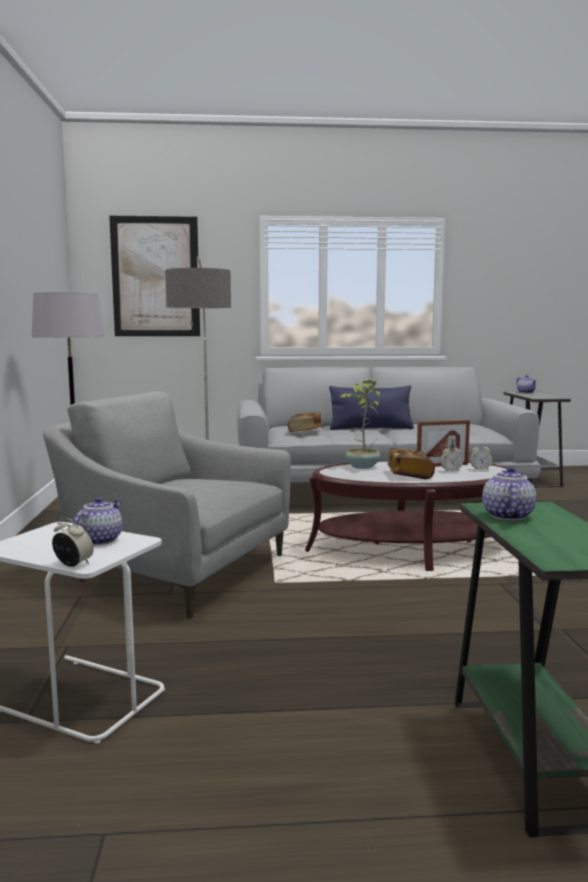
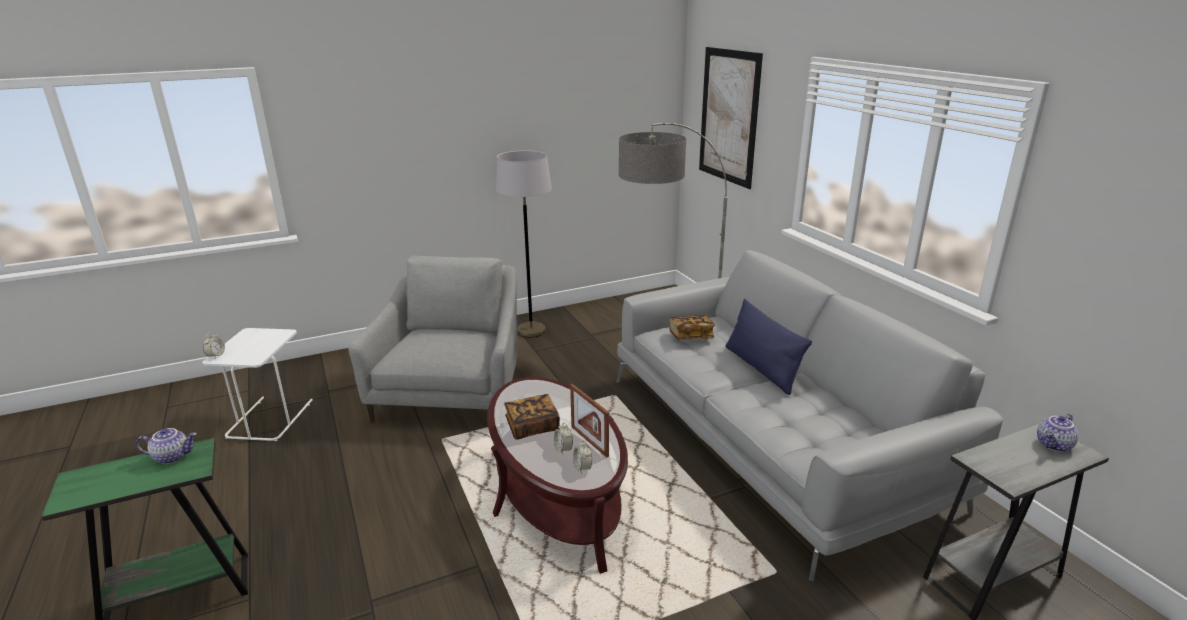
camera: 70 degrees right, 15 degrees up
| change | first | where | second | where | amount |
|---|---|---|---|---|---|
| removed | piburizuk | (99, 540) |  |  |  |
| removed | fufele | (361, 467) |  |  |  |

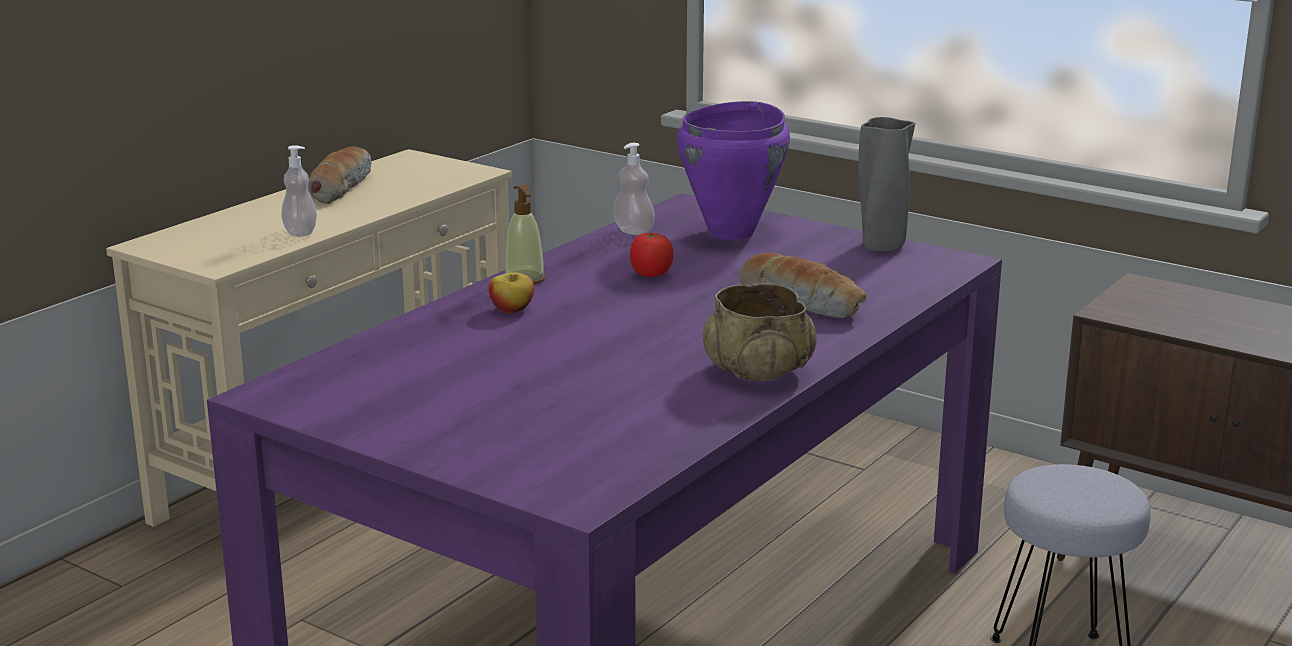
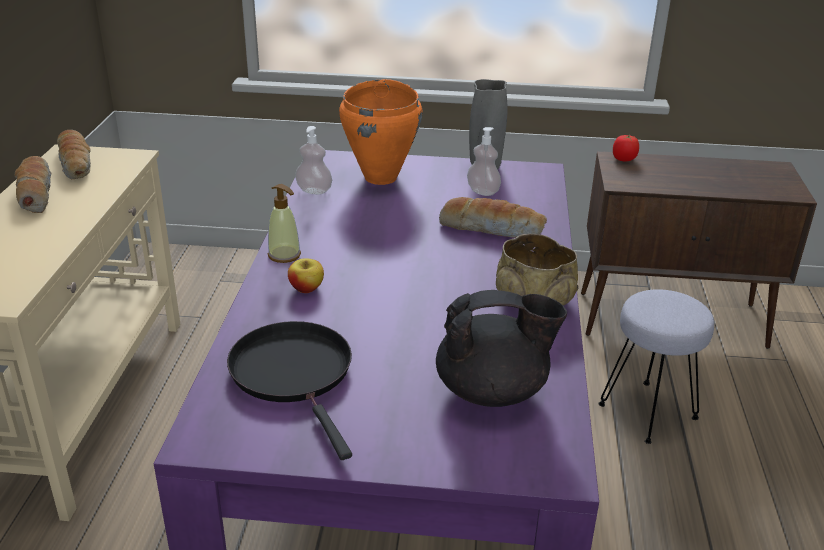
camera: 30 degrees left, 10 degrees up
| change | first | where | second | where | amount |
|---|---|---|---|---|---|
| added |  |  | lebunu | (76, 164) |  |
| added |  |  | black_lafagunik | (294, 374) |  |
| added |  |  | black_piburizuk | (493, 391) |  |
| moved | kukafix | (300, 232) |  | (483, 191) |  |
| moved | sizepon | (651, 274) |  | (624, 159) |  |
| recoloured | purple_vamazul | (732, 232) | orange_vamazul | (381, 177) |  |

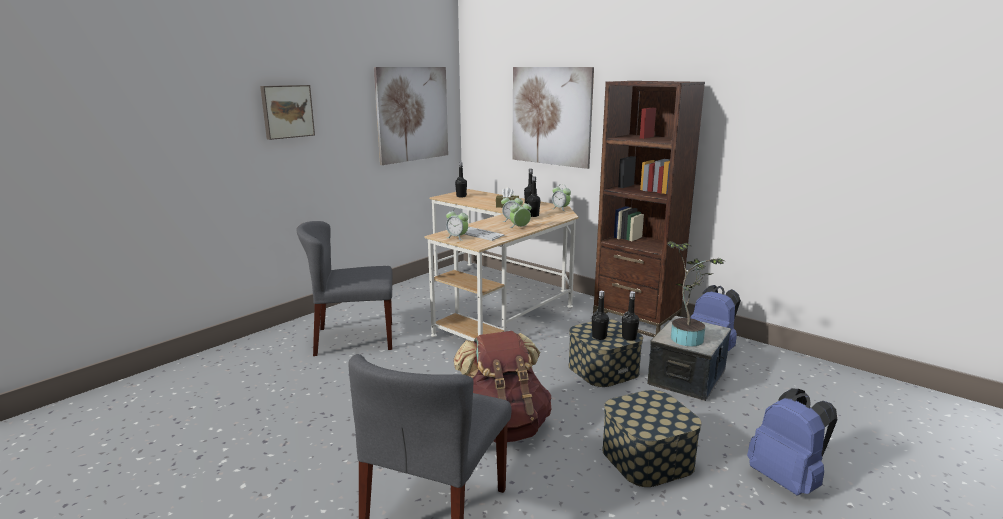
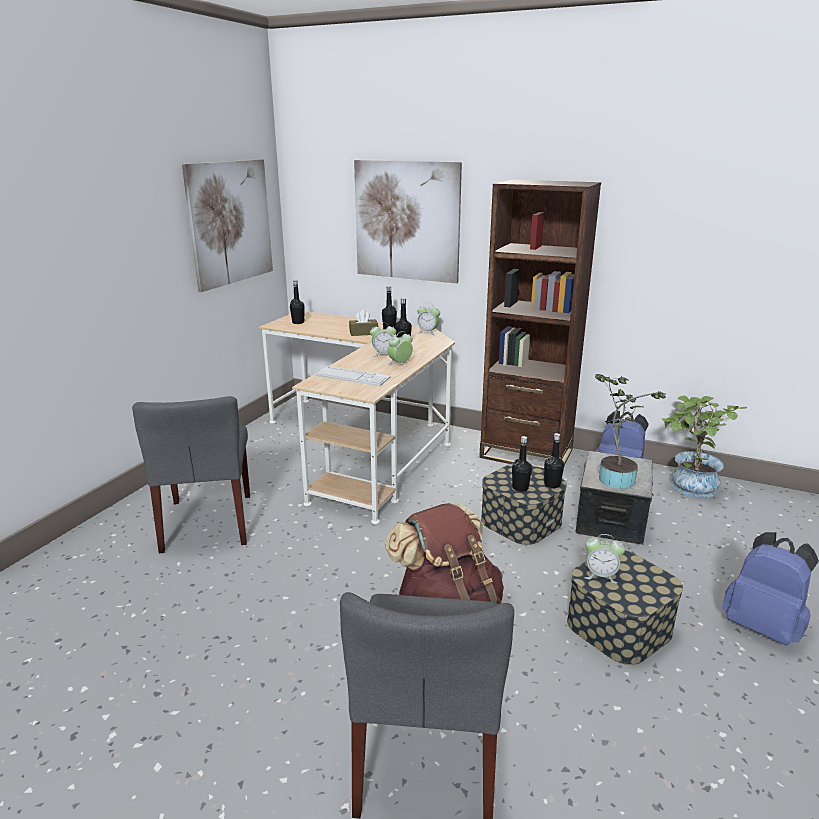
camera: 15 degrees left, 5 degrees up
| change | first | where | second | where | amount |
|---|---|---|---|---|---|
| removed | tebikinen | (287, 111) |  |  |  |
| added |  |  | fufele | (688, 488) |  |
| moved | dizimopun | (457, 237) |  | (600, 575) |  |
| turned | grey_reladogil | (354, 339) |  | (208, 522) | 75 degrees counterclockwise |

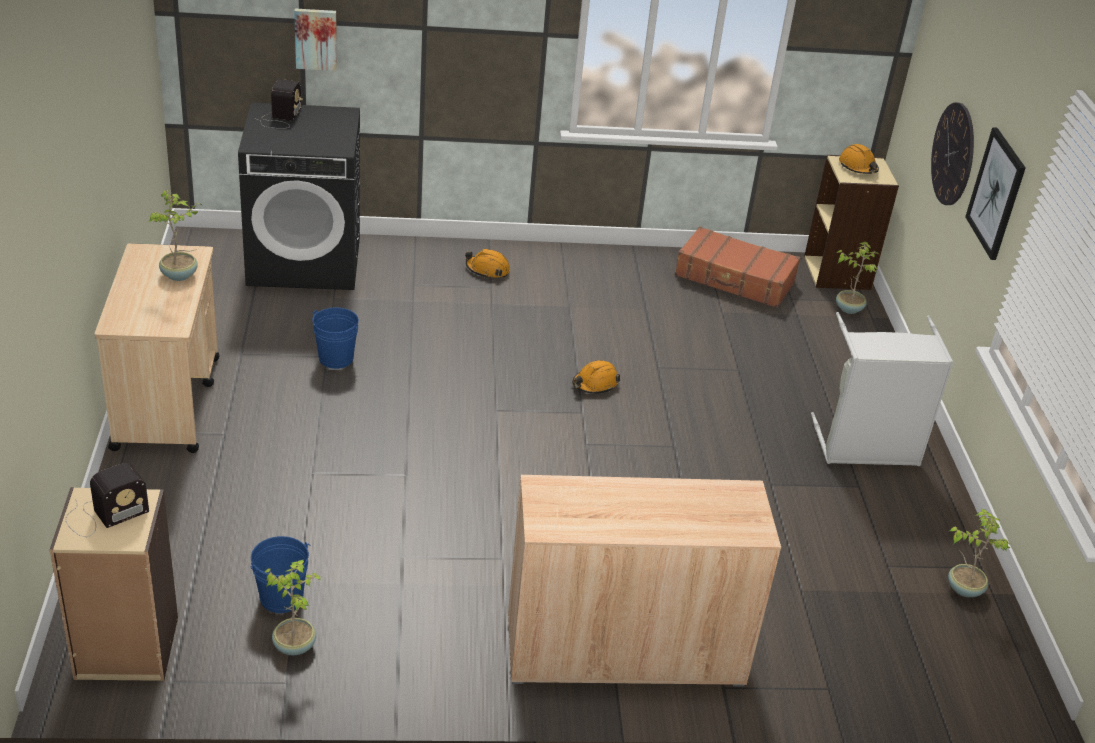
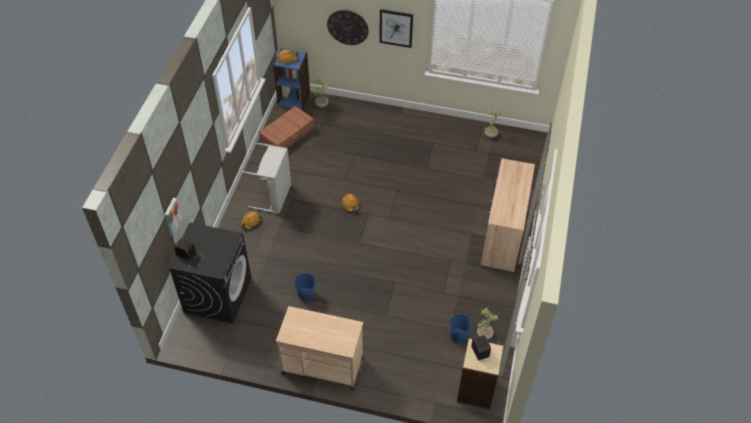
camera: 70 degrees left, 15 degrees up
| change | first | where | second | where | amount |
|---|---|---|---|---|---|
| removed | fufele | (180, 275) |  |  |  |
| moved | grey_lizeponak | (867, 448) |  | (275, 197) |  |
| recoloured | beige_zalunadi | (838, 273) | blue_zalunadi | (294, 98) |  |

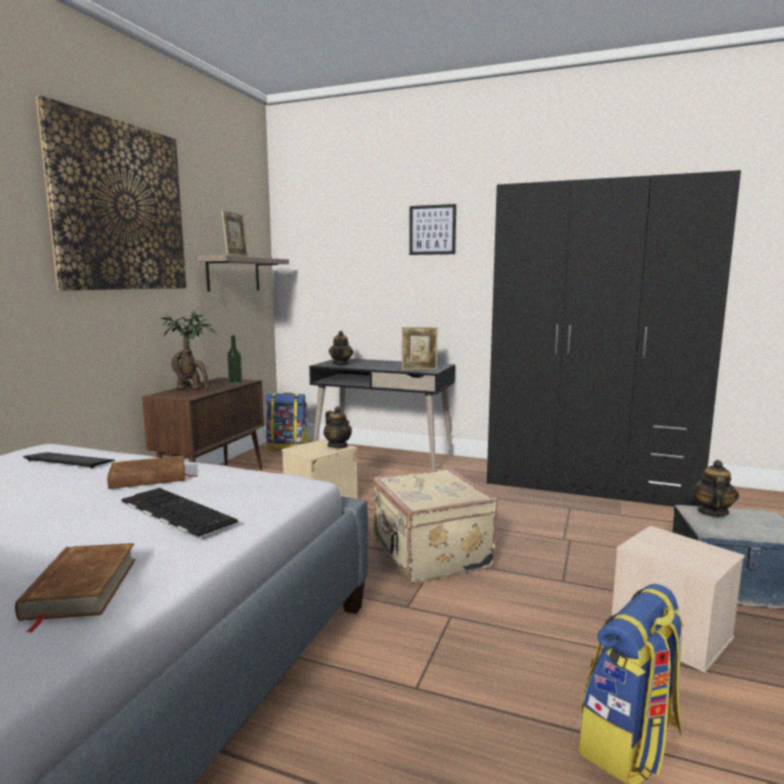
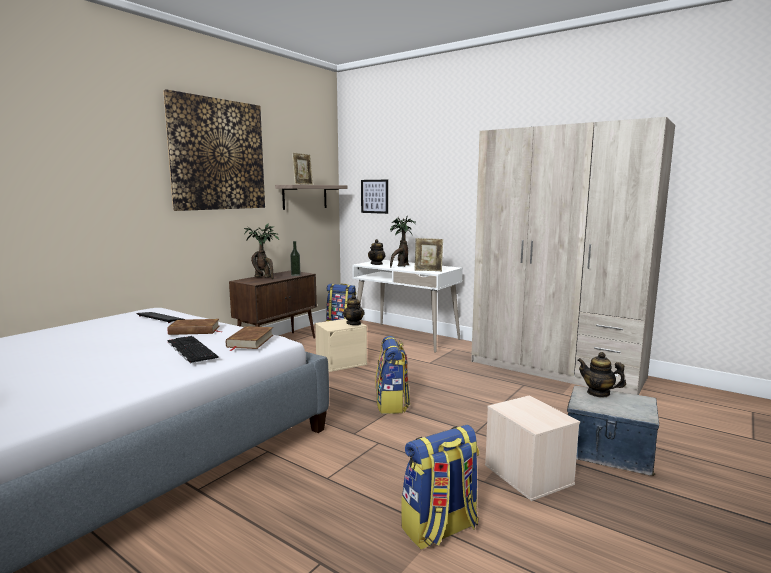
camera: 15 degrees right, 0 degrees up
| change | first | where | second | where | amount |
|---|---|---|---|---|---|
| added |  |  | fufele | (401, 266) |  |
| moved | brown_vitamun | (81, 588) |  | (250, 341) |  |
| moved | tebikinen | (432, 230) |  | (374, 196) |  |
| replaced | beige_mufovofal | (429, 554) | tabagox | (392, 404) |  |
| recoloured | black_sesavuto | (383, 458) | white_sesavuto | (406, 337) |  |
| recoloured | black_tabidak | (590, 484) | beige_tabidak | (556, 369) |  |
| turned | piburizuk | (712, 512) |  | (598, 393) | 90 degrees counterclockwise |

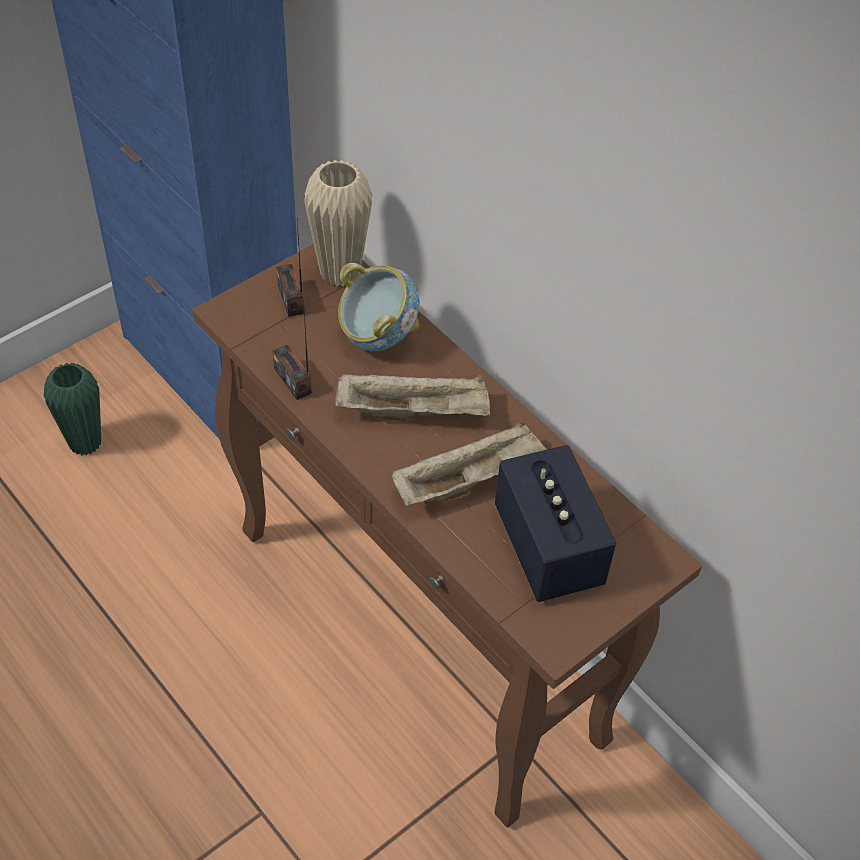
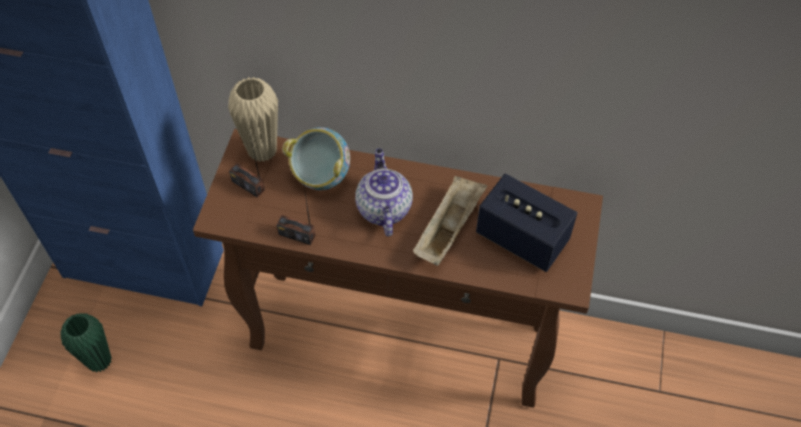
camera: 35 degrees left, 5 degrees up
| change | first | where | second | where | amount |
|---|---|---|---|---|---|
| replaced | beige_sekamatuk | (415, 412) | piburizuk | (383, 208) |  |

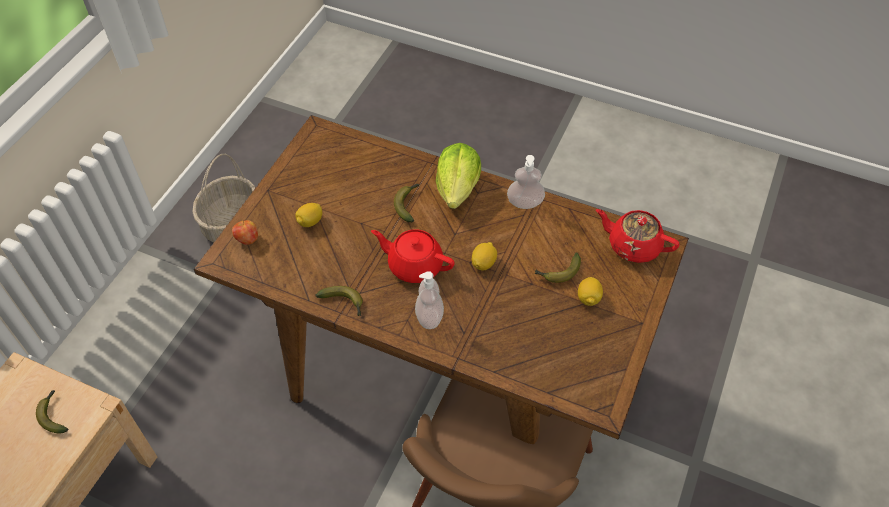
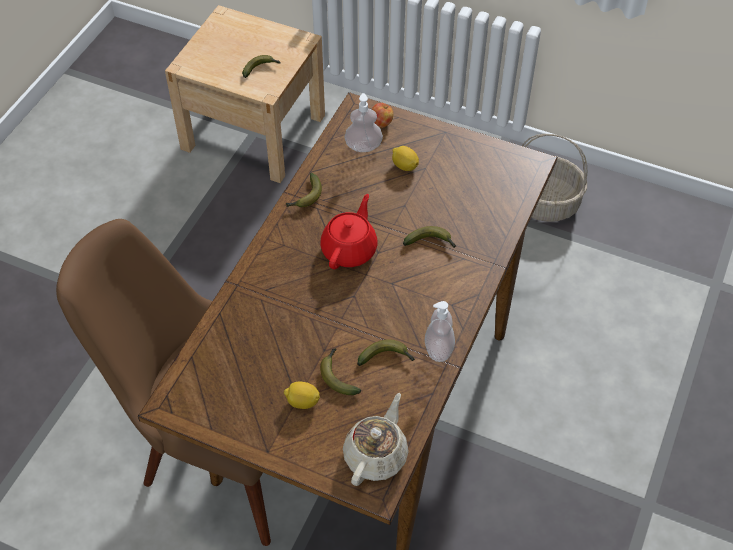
camera: 90 degrees right, 0 degrees up
| change | first | where | second | where | amount |
|---|---|---|---|---|---|
| removed | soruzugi | (458, 189) |  |  |  |
| removed | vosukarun | (483, 263) |  |  |  |
| added |  |  | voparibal | (387, 357) |  |
| moved | kukafix | (429, 317) |  | (363, 146) |  |
| recoloured | red_piburizuk | (633, 246) | beige_piburizuk | (376, 455) |  |

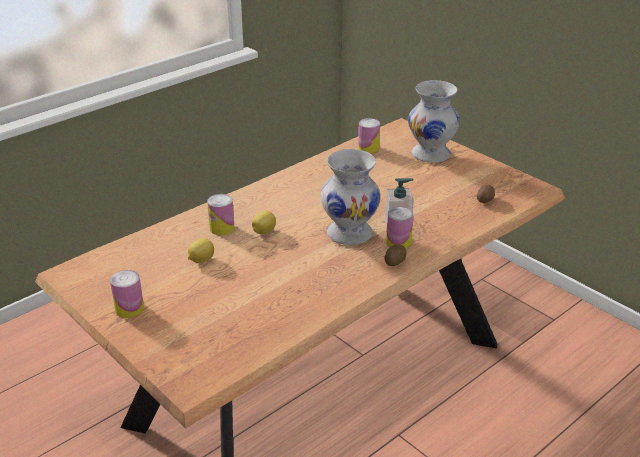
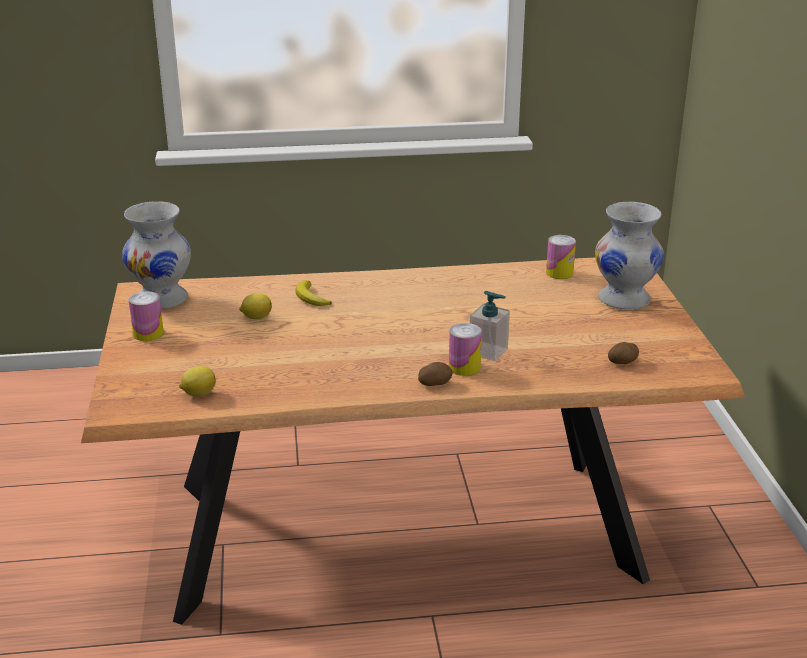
camera: 35 degrees right, 5 degrees down
| change | first | where | second | where | amount |
|---|---|---|---|---|---|
| moved | vosukarun | (263, 232) |  | (198, 394) |  |
| moved | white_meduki | (350, 233) |  | (163, 299) |  |
| replaced | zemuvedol | (222, 228) | voparibal | (310, 298) |  |

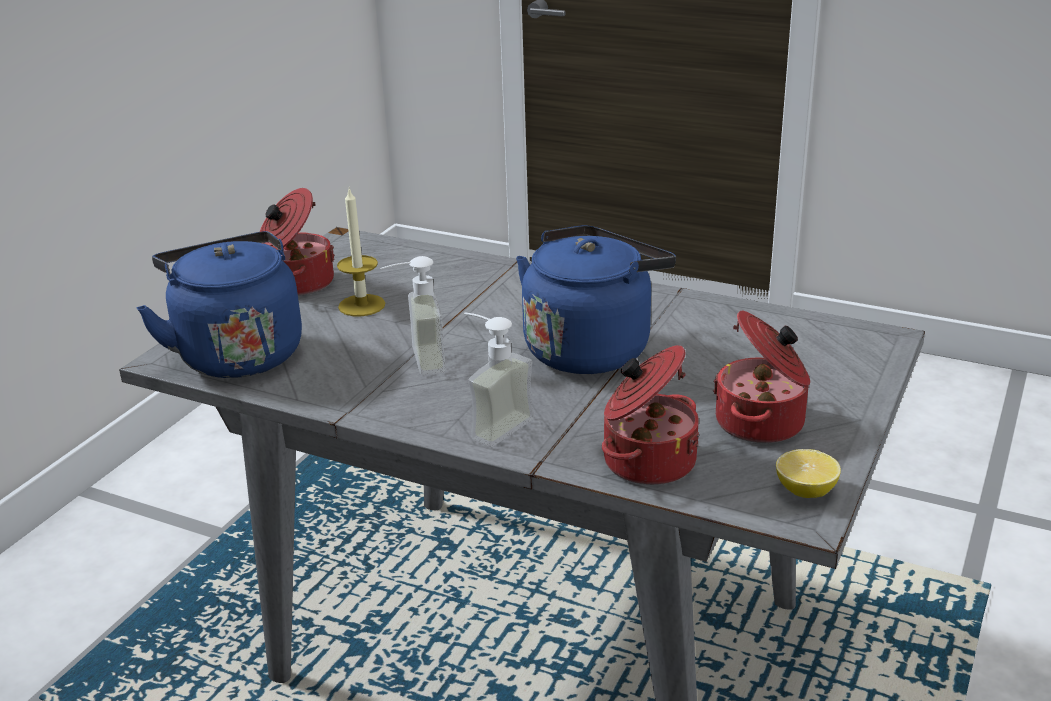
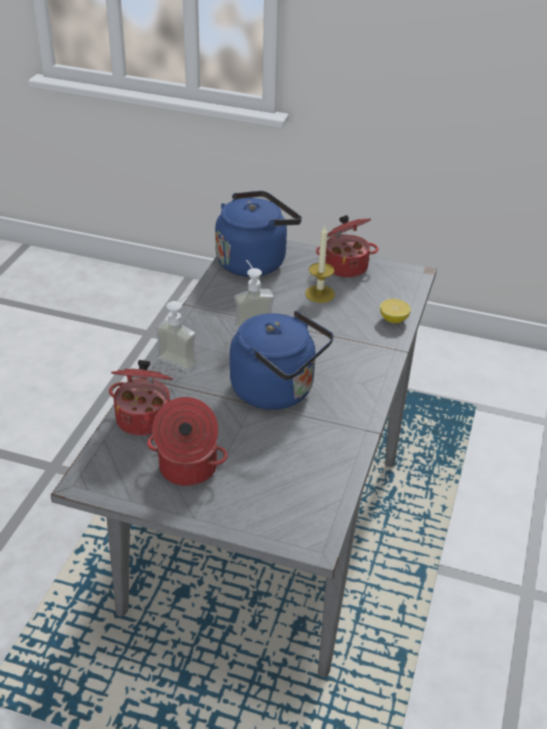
camera: 80 degrees right, 10 degrees up
| change | first | where | second | where | amount |
|---|---|---|---|---|---|
| moved | vosukarun | (805, 491) |  | (393, 319) |  |

